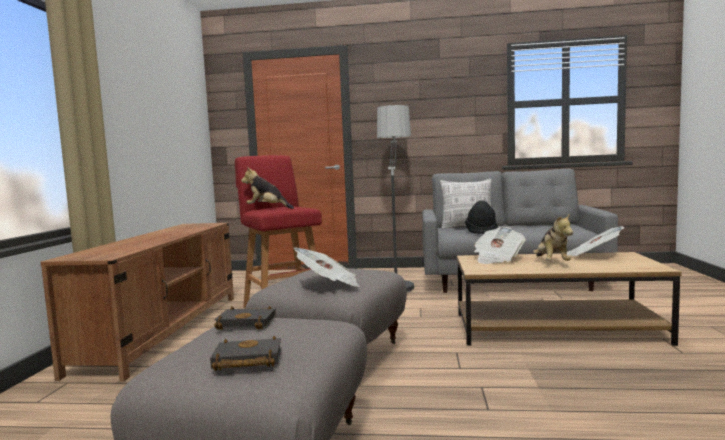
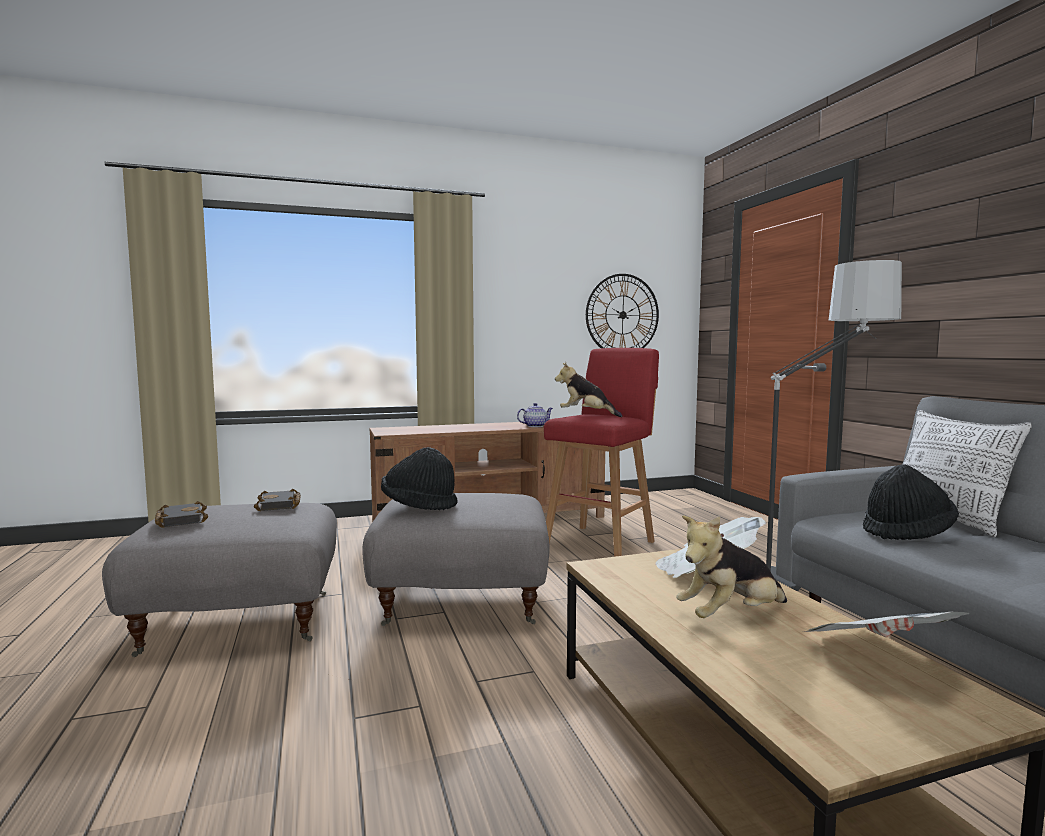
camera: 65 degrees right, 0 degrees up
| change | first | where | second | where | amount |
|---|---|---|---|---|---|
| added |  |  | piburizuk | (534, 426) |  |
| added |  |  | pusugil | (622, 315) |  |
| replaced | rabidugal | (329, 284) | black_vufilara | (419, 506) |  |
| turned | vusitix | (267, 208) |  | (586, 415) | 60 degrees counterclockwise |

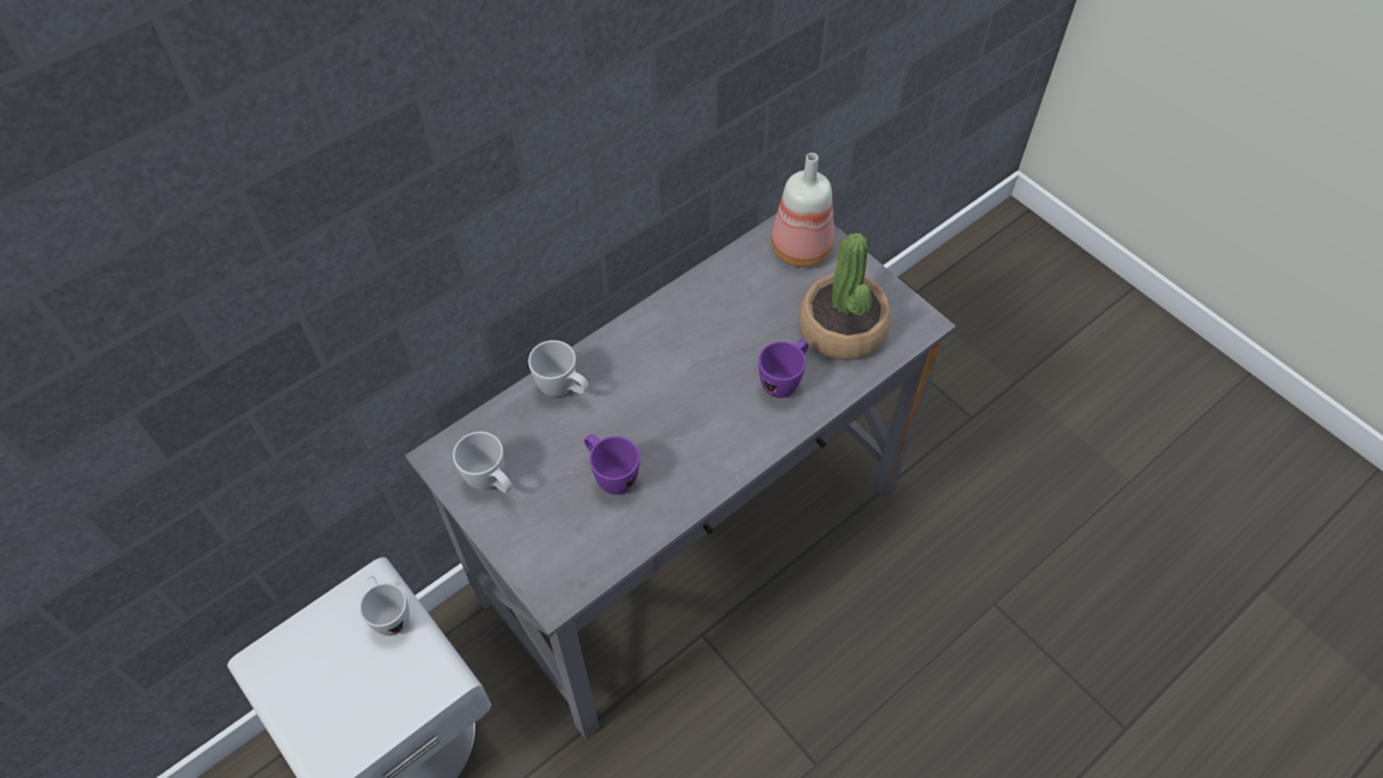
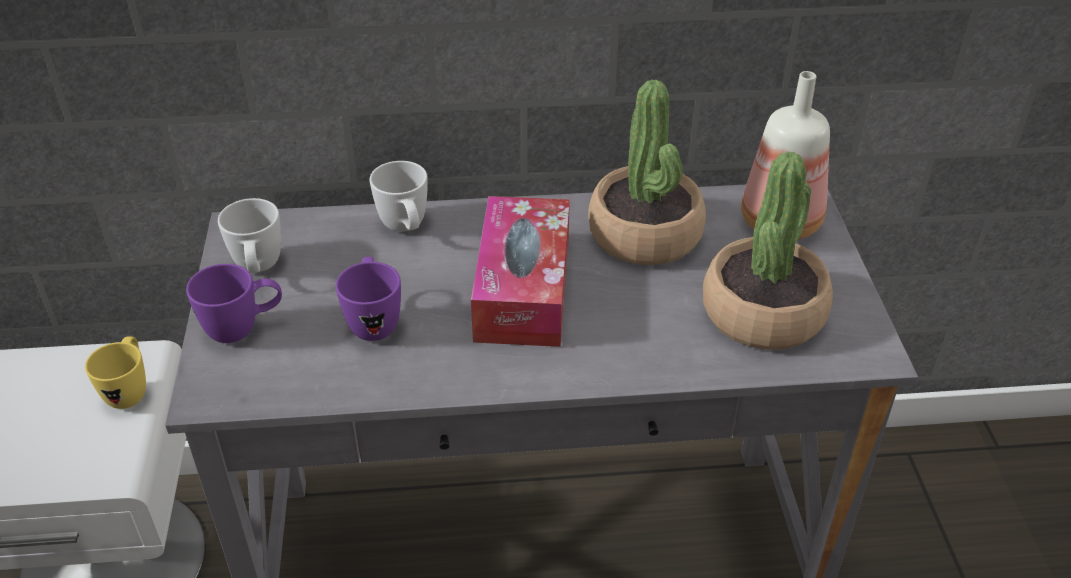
camera: 35 degrees right, 15 degrees down
| change | first | where | second | where | amount |
|---|---|---|---|---|---|
| added |  |  | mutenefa | (523, 289) |  |
| added |  |  | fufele | (645, 234) |  |
| moved | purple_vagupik | (784, 380) |  | (244, 329) |  |
| recoloured | white_vagupik | (389, 614) | yellow_vagupik | (130, 390) |  |

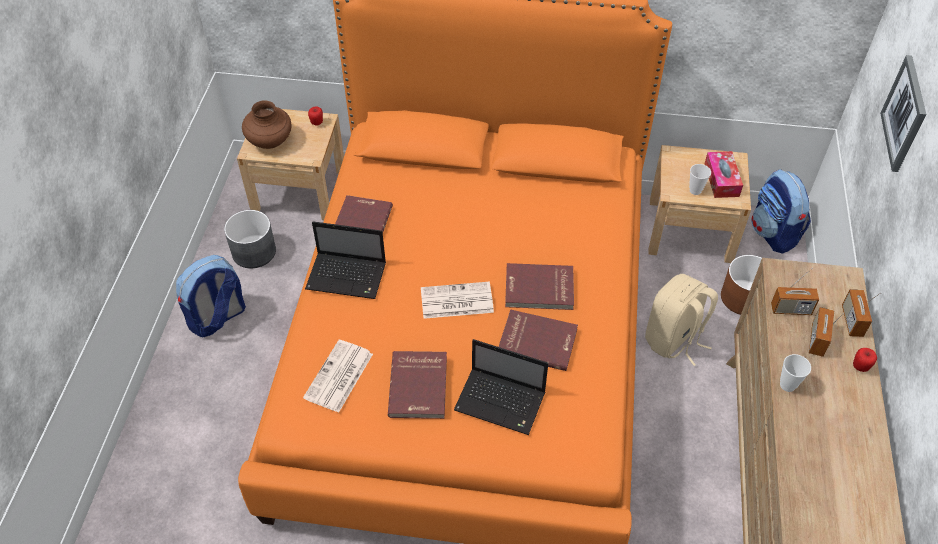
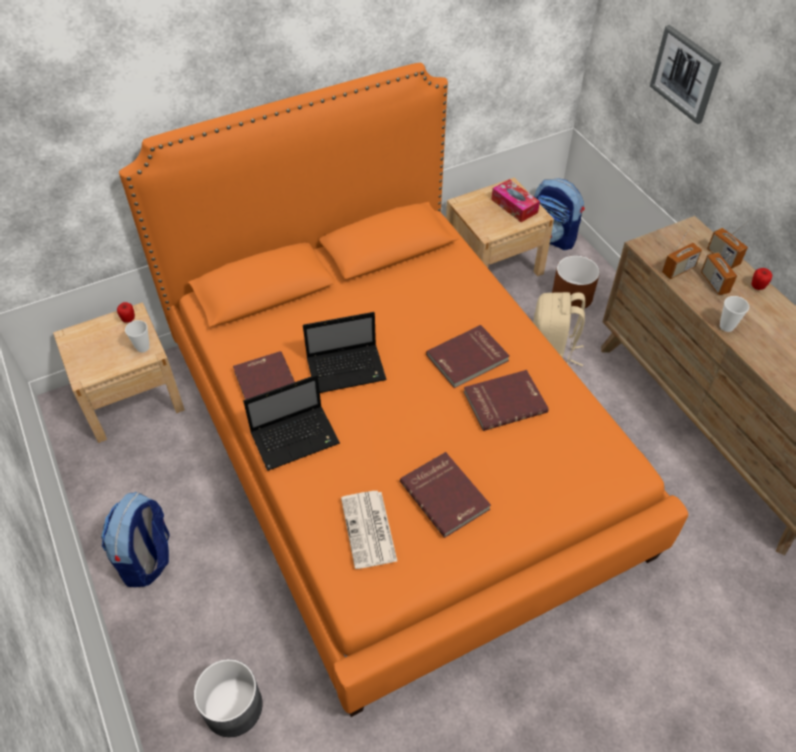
camera: 35 degrees left, 0 degrees up
| change | first | where | second | where | amount |
|---|---|---|---|---|---|
| removed | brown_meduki | (270, 141) |  |  |  |
| removed | rabidugal | (455, 301) |  |  |  |
| moved | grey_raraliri | (254, 251) |  | (233, 706) |  |
| moved | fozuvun | (502, 402) |  | (347, 369) |  |
| moved | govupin | (695, 190) |  | (143, 347) |  |

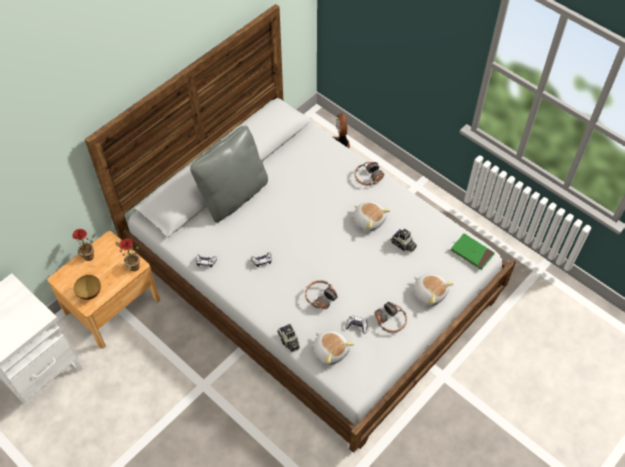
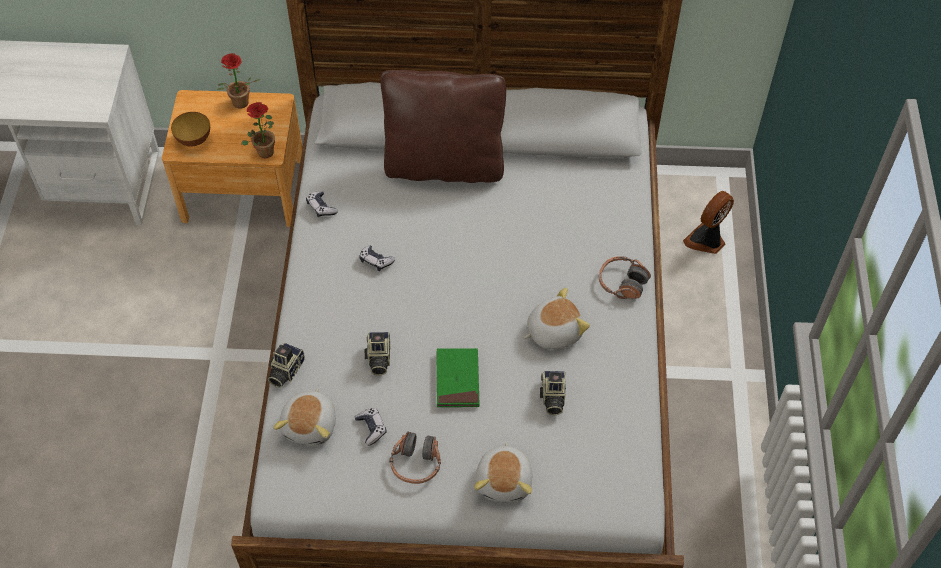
camera: 50 degrees right, 0 degrees up
| change | first | where | second | where | amount |
|---|---|---|---|---|---|
| moved | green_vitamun | (472, 252) |  | (457, 379) |  |
| replaced | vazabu | (320, 297) | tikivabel | (378, 358) |  |
| recoloured | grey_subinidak | (233, 196) | brown_subinidak | (444, 165) |  |
| turned | vusitix | (369, 220) |  | (553, 331) | 120 degrees counterclockwise |

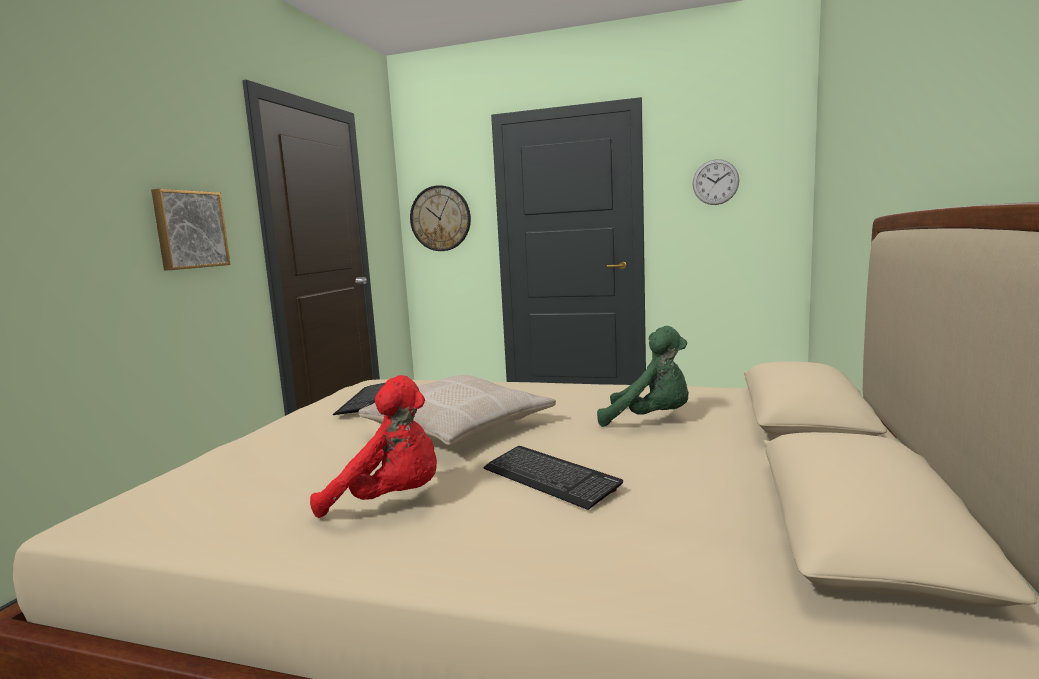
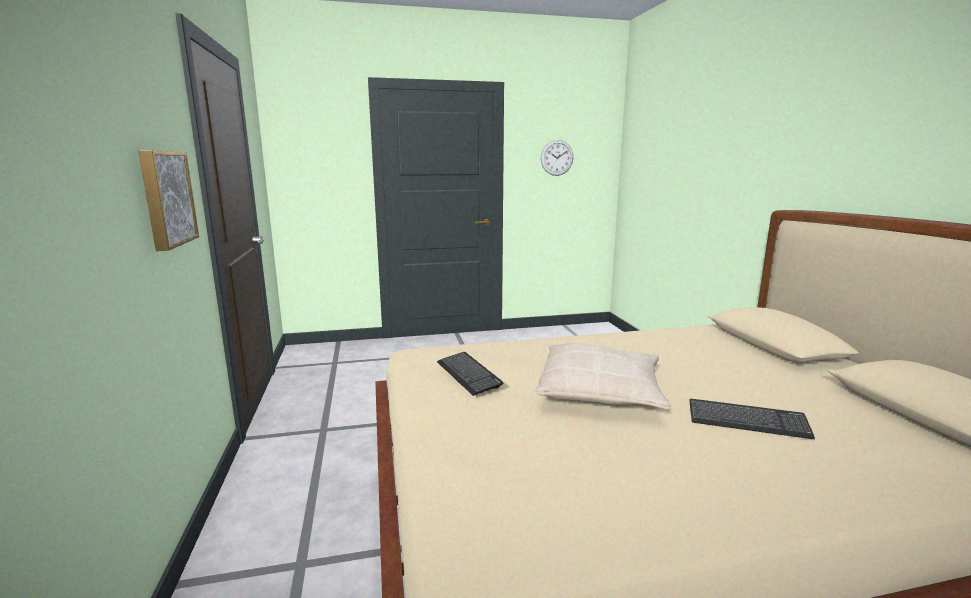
camera: 30 degrees left, 5 degrees up
| change | first | where | second | where | amount |
|---|---|---|---|---|---|
| removed | red_vusitix | (391, 501) |  |  |  |
| removed | pusugil | (440, 218) |  |  |  |
| removed | green_vusitix | (650, 420) |  |  |  |

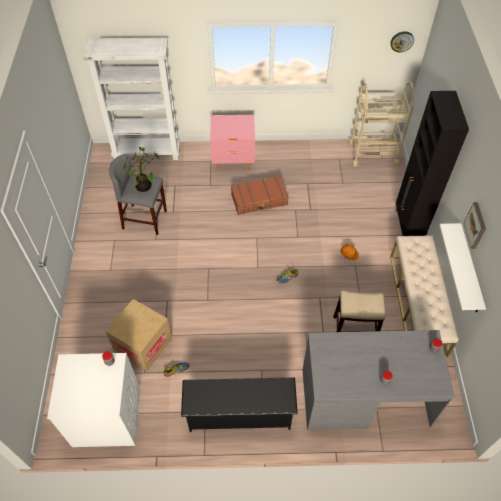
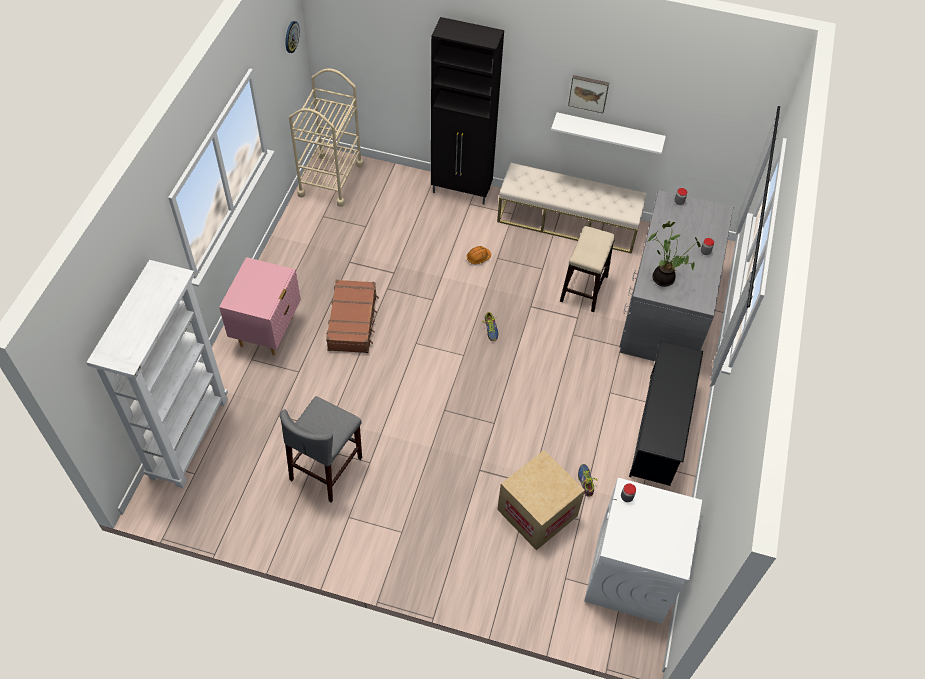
camera: 75 degrees left, 0 degrees up
| change | first | where | second | where | amount |
|---|---|---|---|---|---|
| moved | fufele | (145, 187) |  | (664, 278) |  |

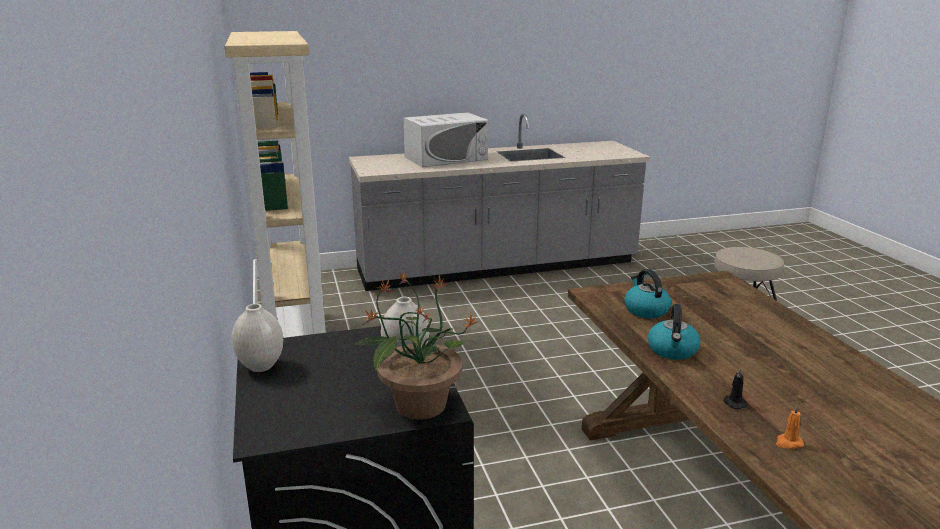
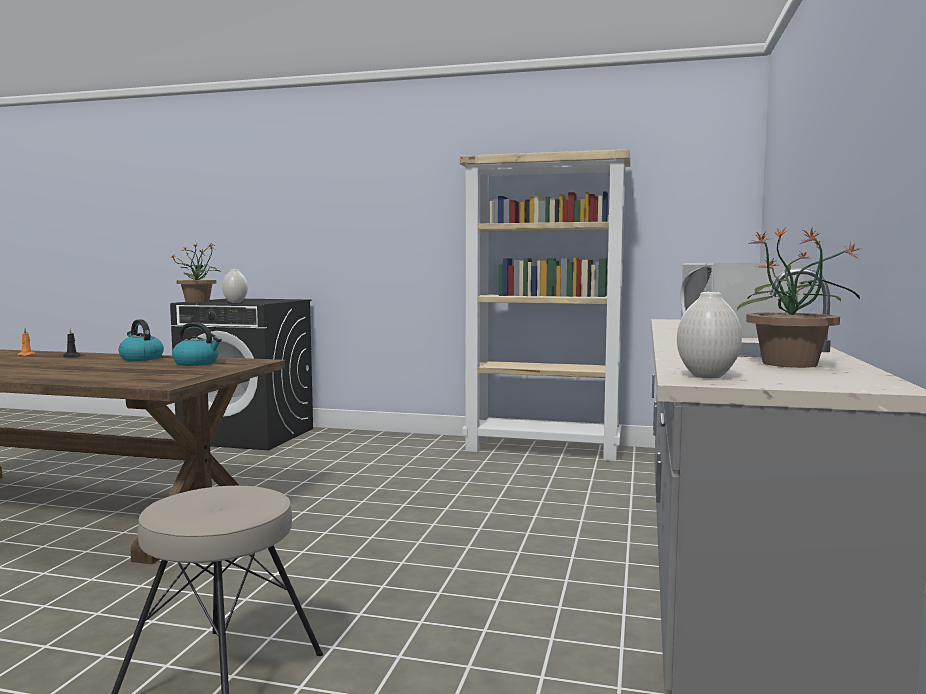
camera: 120 degrees right, 15 degrees down
| change | first | where | second | where | amount |
|---|---|---|---|---|---|
| added |  |  | fufele | (790, 364) |  |
| moved | white_meduki | (260, 366) |  | (708, 376) |  |

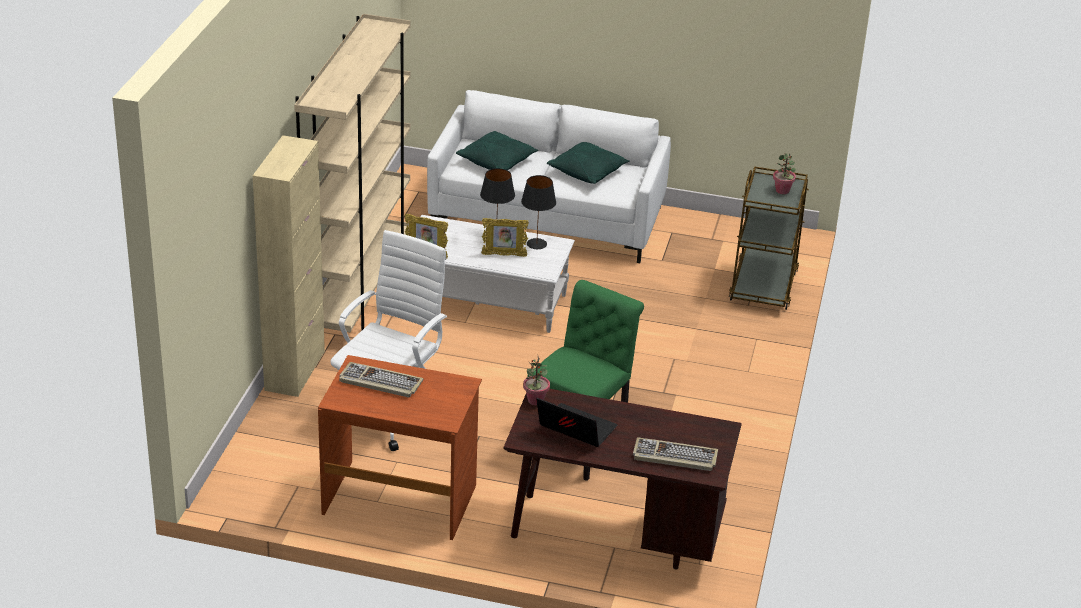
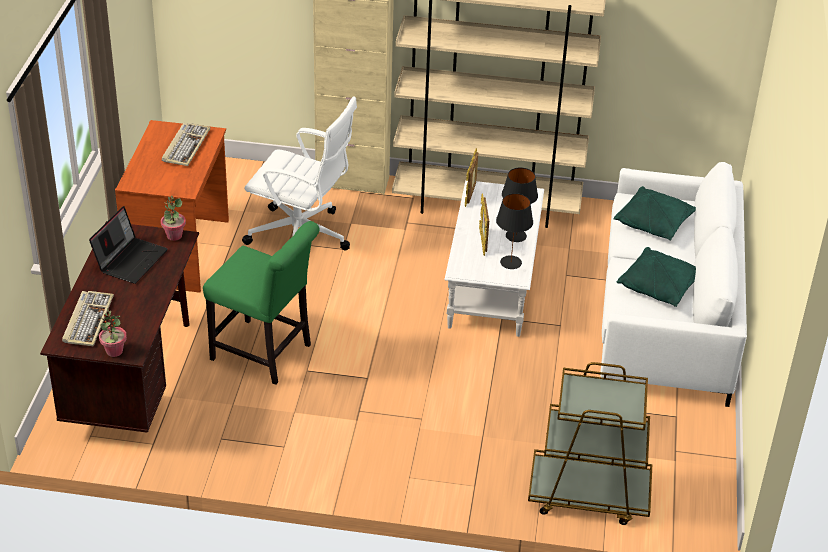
camera: 85 degrees right, 5 degrees up
| change | first | where | second | where | amount |
|---|---|---|---|---|---|
| moved | fufele | (782, 191) |  | (114, 351) |  |

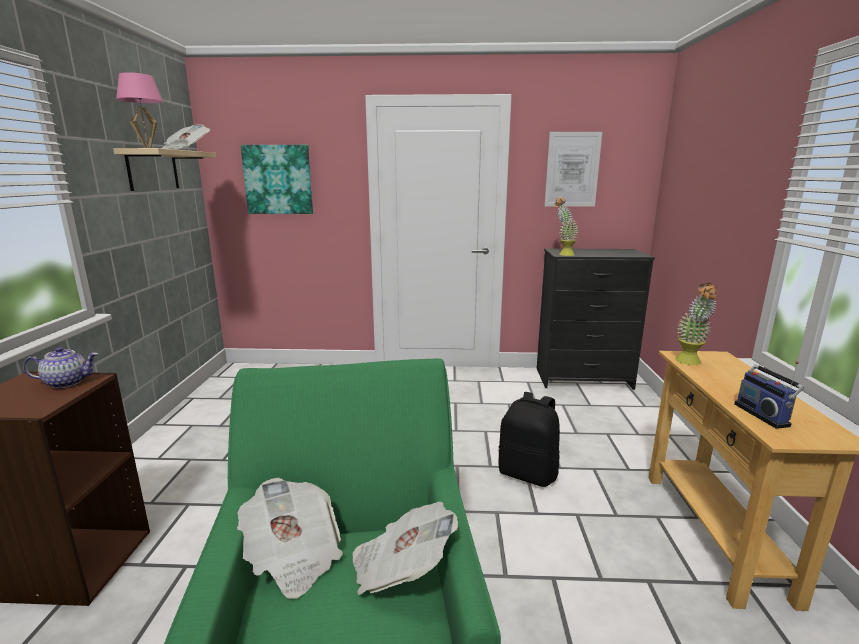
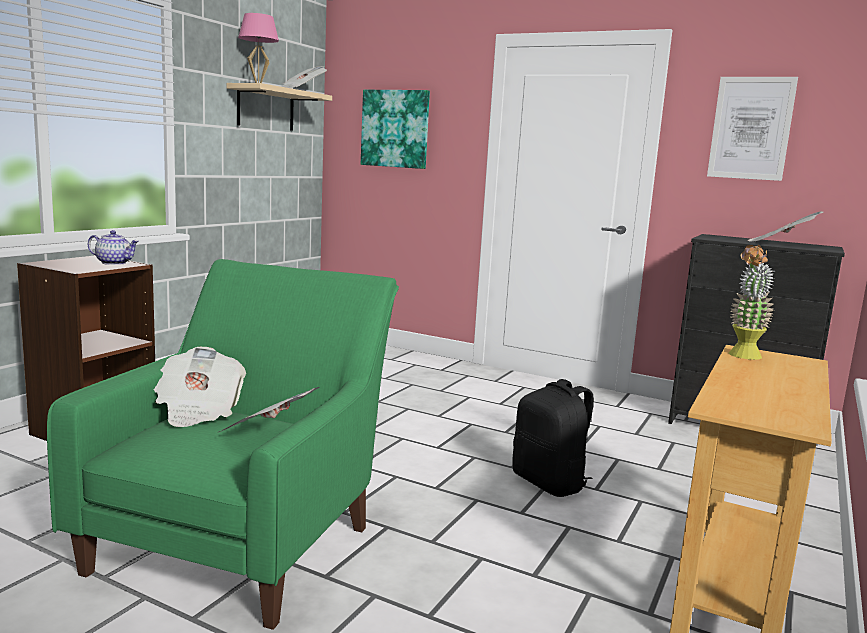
camera: 25 degrees right, 5 degrees down
| change | first | where | second | where | amount |
|---|---|---|---|---|---|
| removed | fufele | (563, 254) |  |  |  |
| removed | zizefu | (763, 415) |  |  |  |
| added |  |  | rabidugal | (780, 244) |  |

